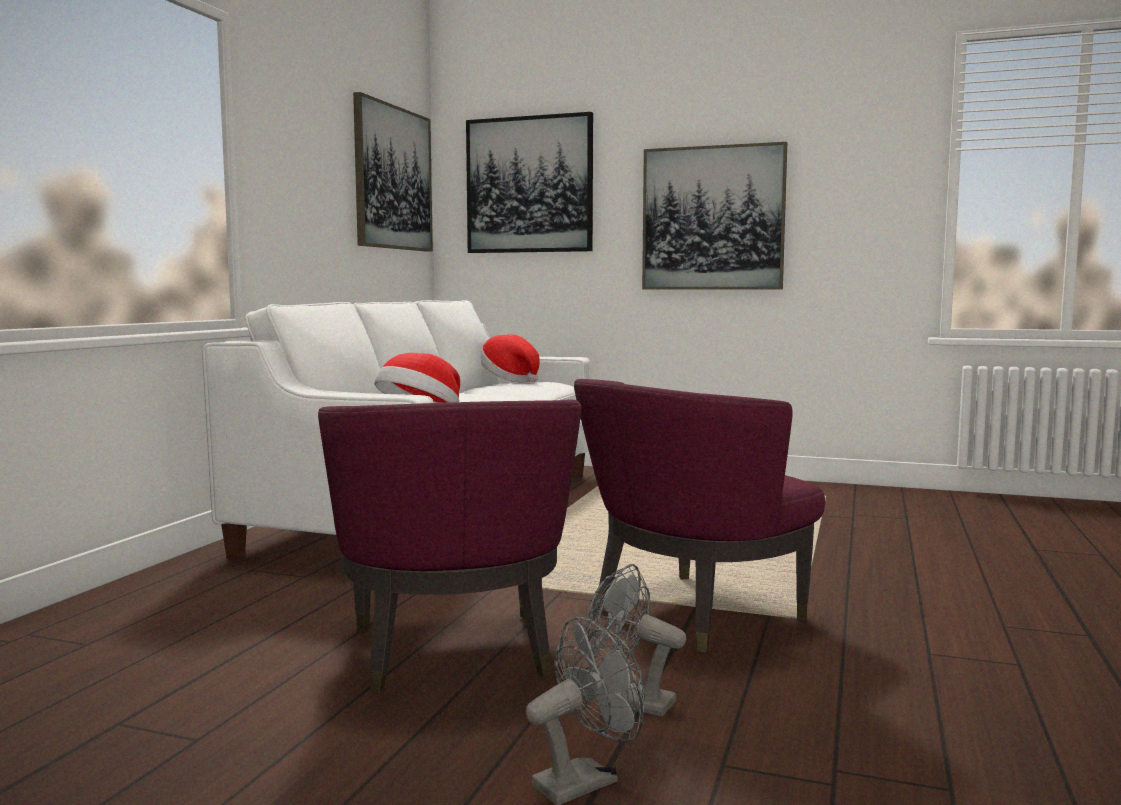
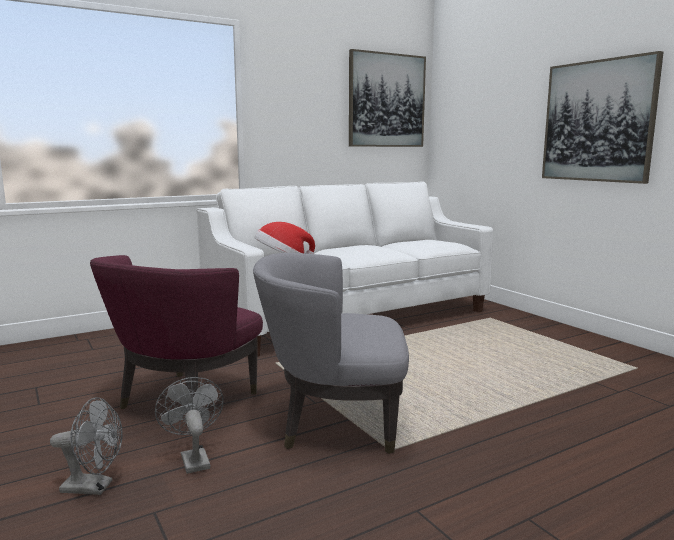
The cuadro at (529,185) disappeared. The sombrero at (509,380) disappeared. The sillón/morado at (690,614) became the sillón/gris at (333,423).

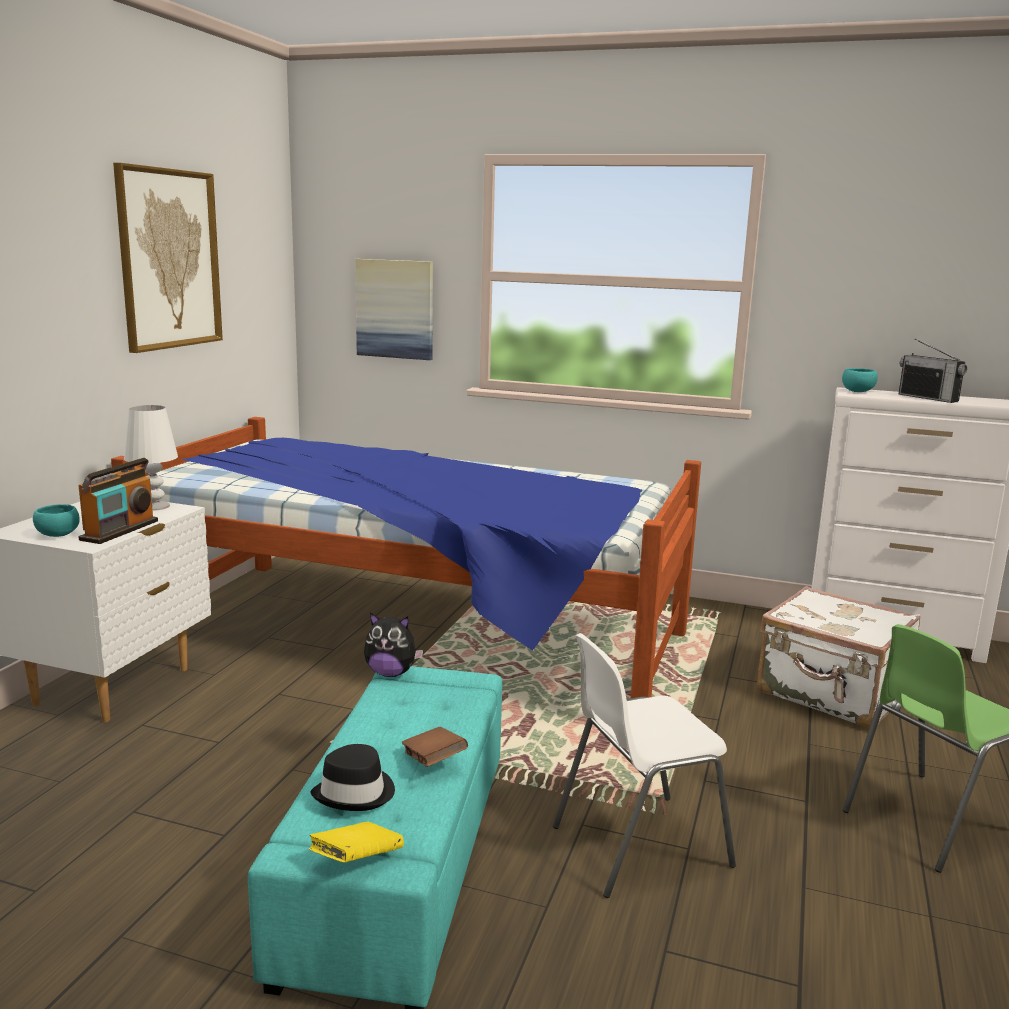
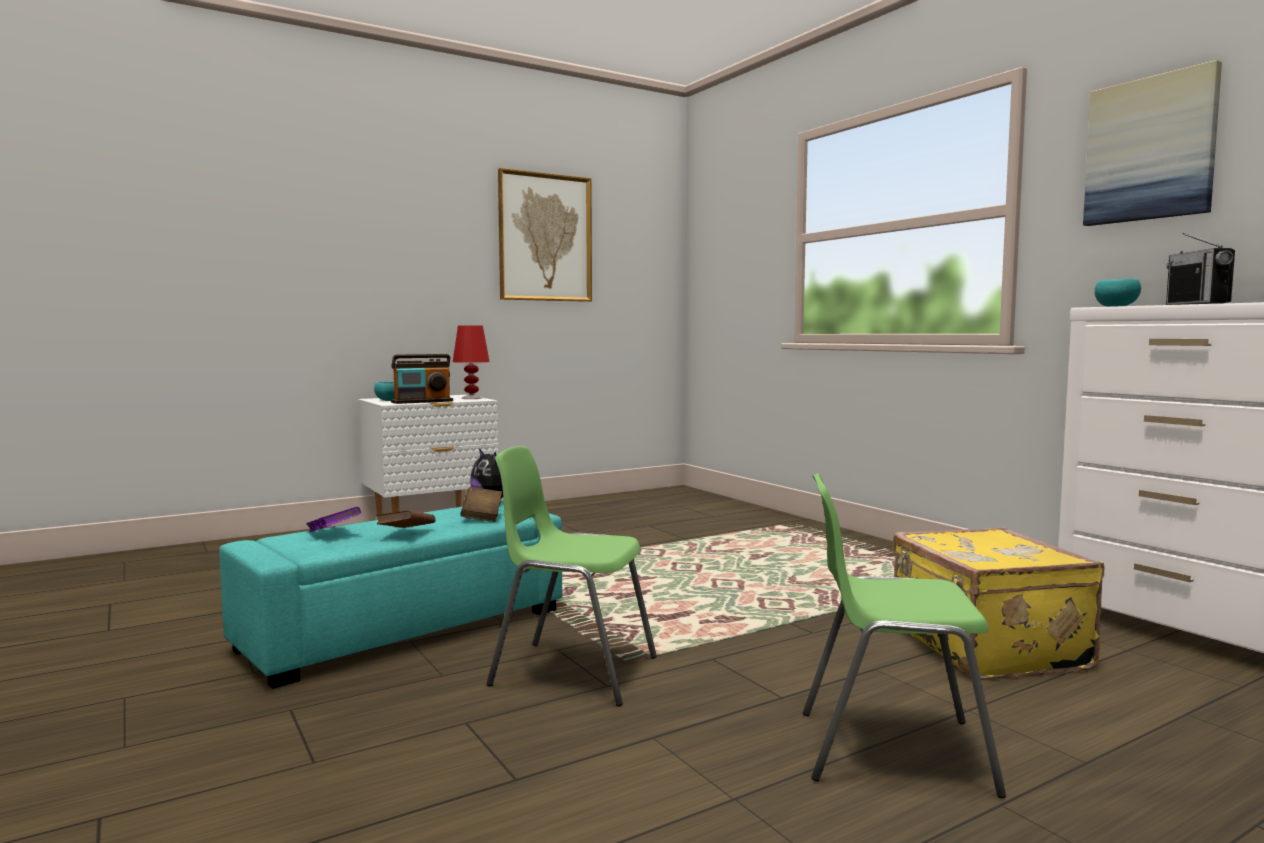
The cama at (414,638) disappeared. The libro/amarillo at (356,860) disappeared. The libro/marrón at (482,517) appeared. The cuadro moved from (395,309) to (1150,149). The sombrero/negro at (355,793) was replaced by the libro/morado at (333,533). The lámpara de mesa/blanco at (155,506) became the lámpara de mesa/rojo at (472,398). The silla/blanco at (638,845) became the silla/verde at (572,671). The maleta/blanco at (831,694) became the maleta/amarillo at (985,648).

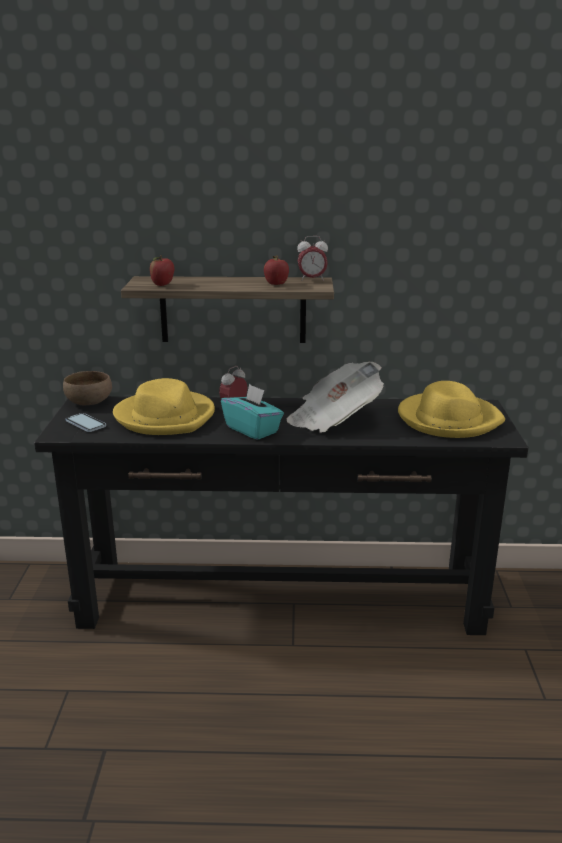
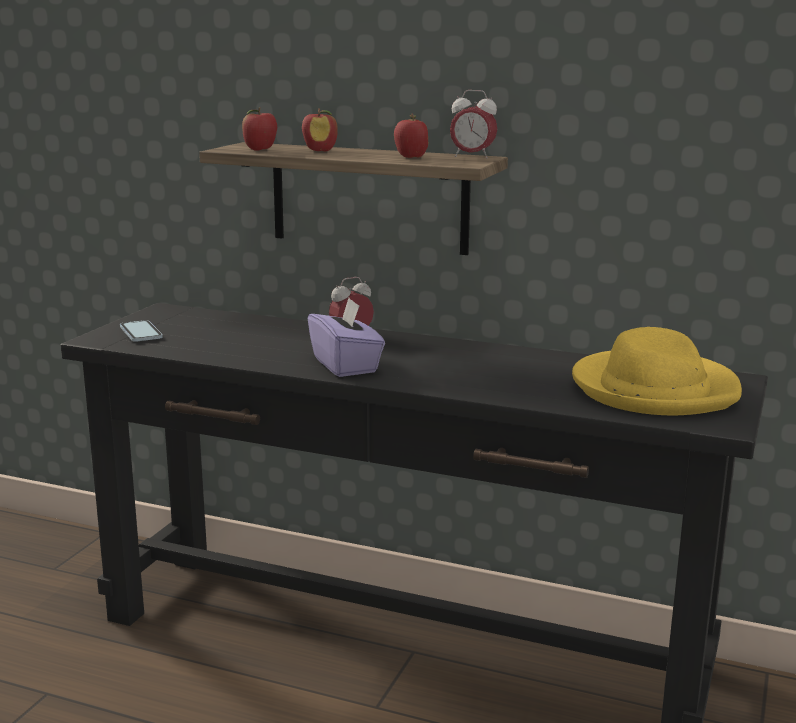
The cuenco/marrón at (89,402) disappeared. The sombrero/amarillo at (165,417) disappeared. The periódico at (333,420) disappeared. The manzana at (320,151) appeared. The caja de pañuelos/turquesa at (252,429) became the caja de pañuelos/morado at (346,365).

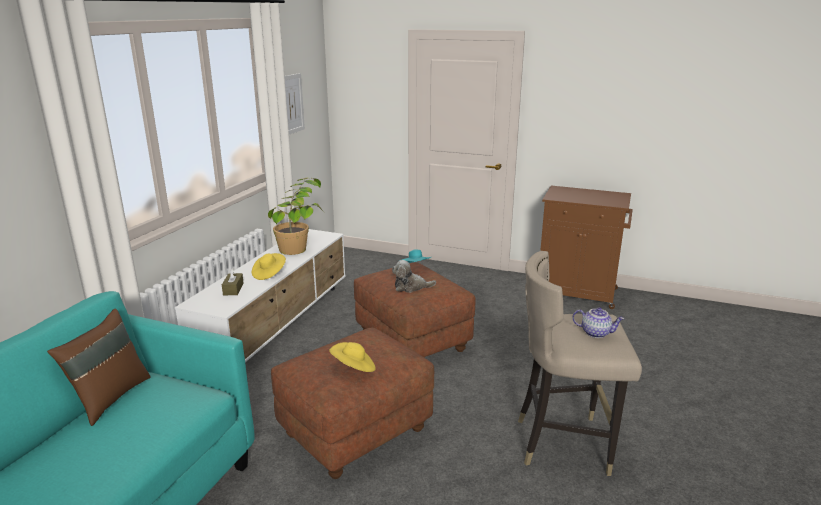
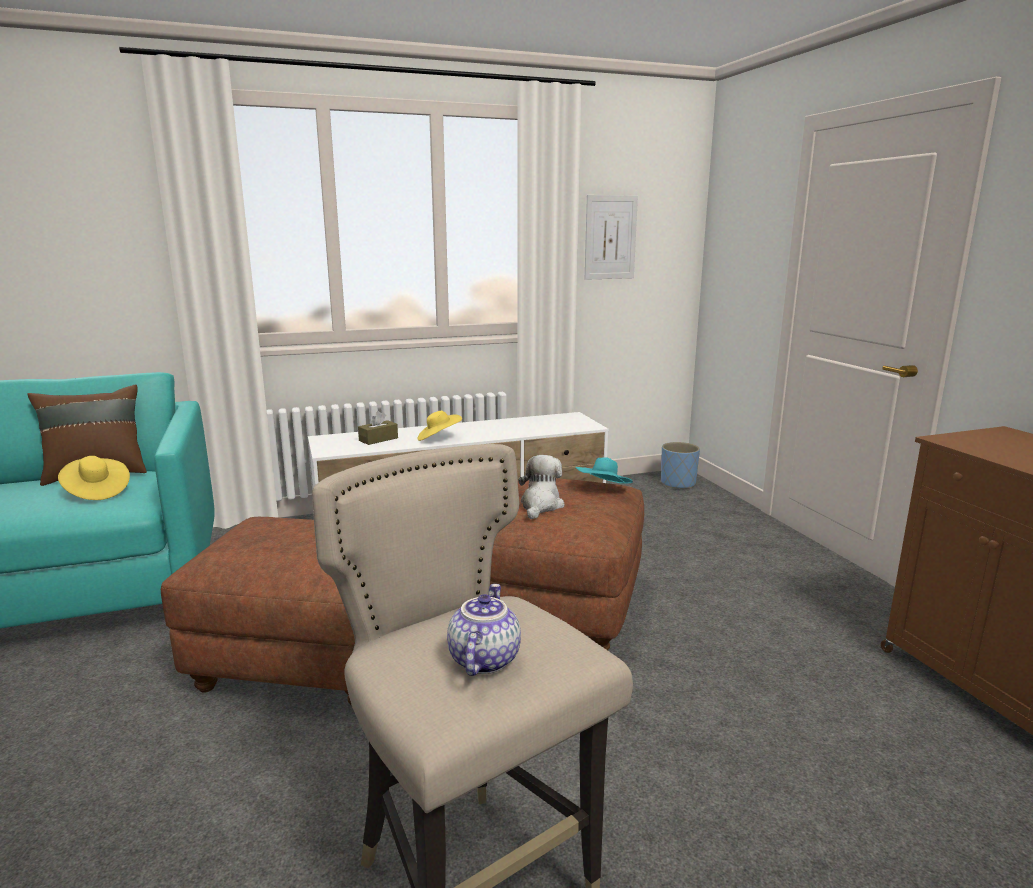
The planta en maceta at (301,245) disappeared. The maceta/azul at (678,483) appeared. The sombrero/amarillo moved from (354,368) to (96,492). The peluche at (411,287) turned 60 degrees clockwise. The tetera at (596,333) turned 150 degrees counterclockwise.

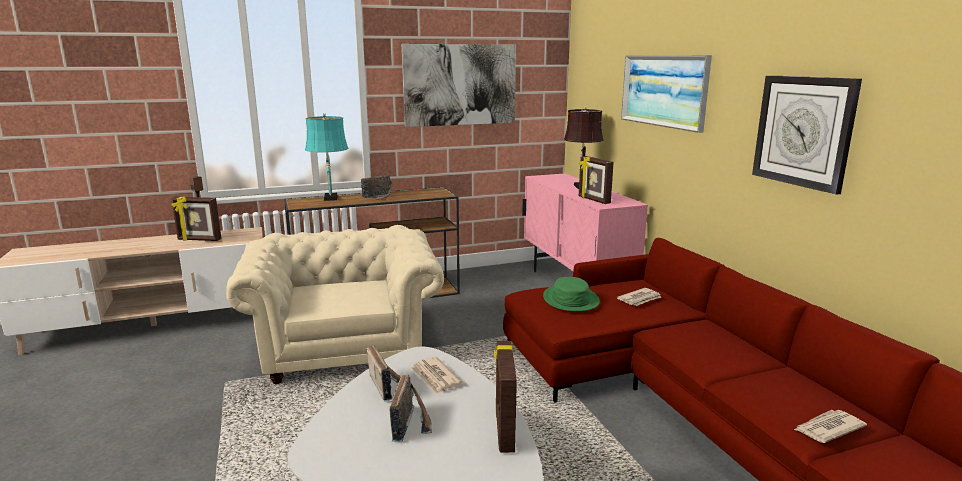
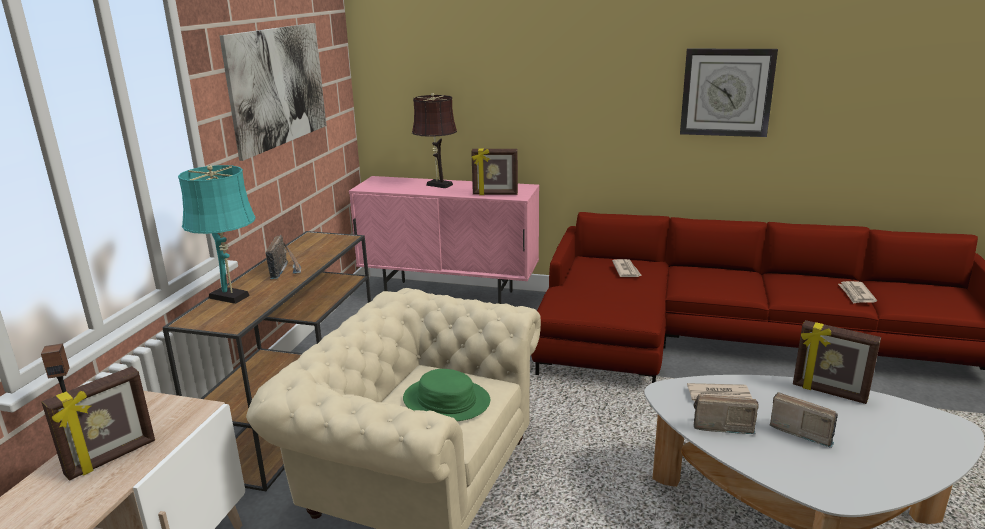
The cuadro at (663,90) disappeared. The sombrero/verde moved from (570,299) to (446,401).

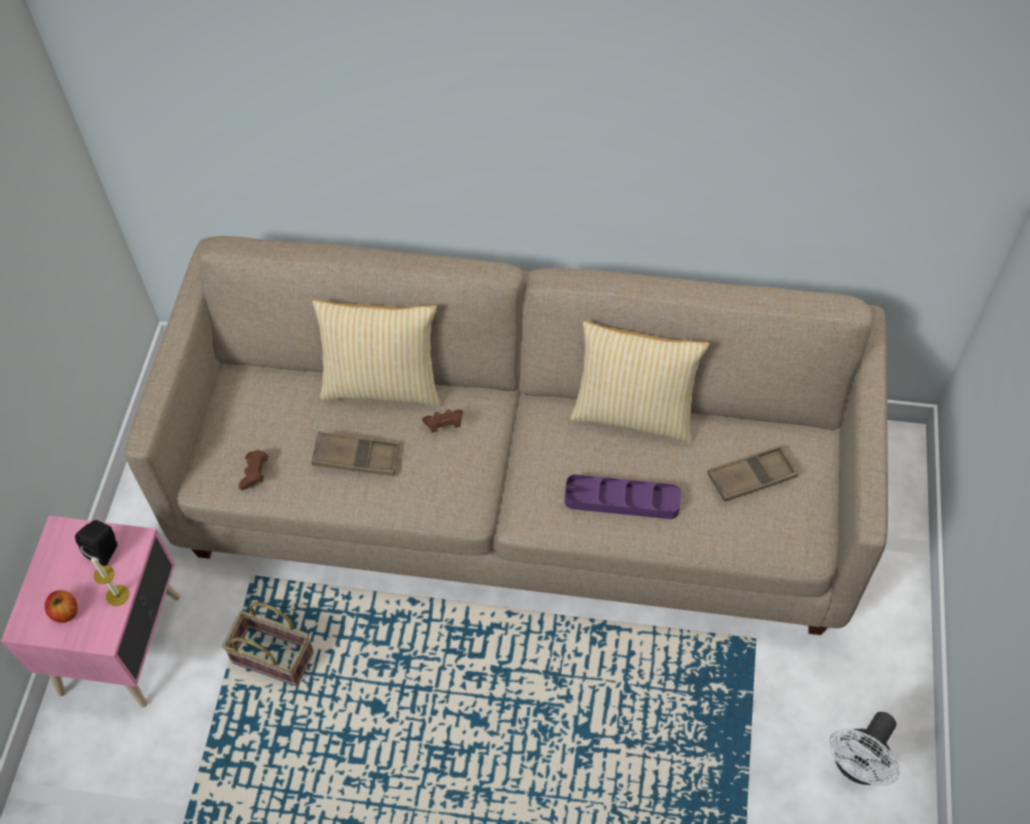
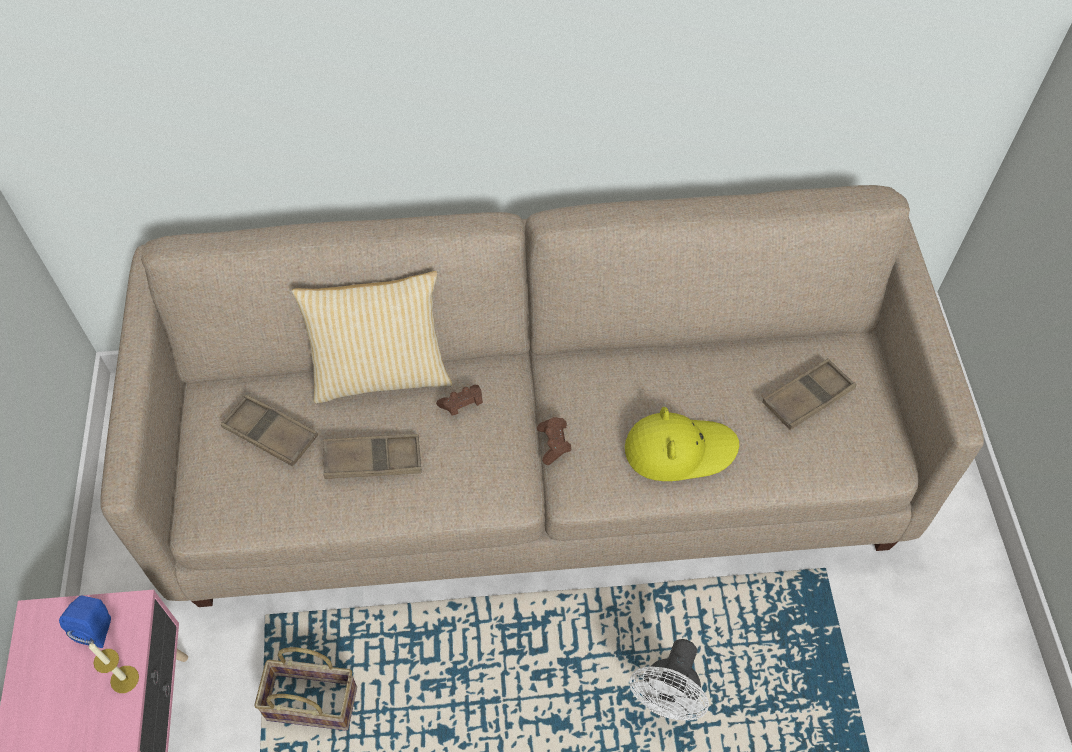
The manzana at (65,612) disappeared. The cojín at (634,413) disappeared. The bandeja/marrón at (270,434) appeared. The mando de consola/marrón moved from (255,473) to (554,444). The ventilador/blanco moved from (857,766) to (667,700). The bandeja/morado at (622,500) was replaced by the sombrero/amarillo at (679,449). The altavoz/negro at (106,551) became the altavoz/azul at (98,628).

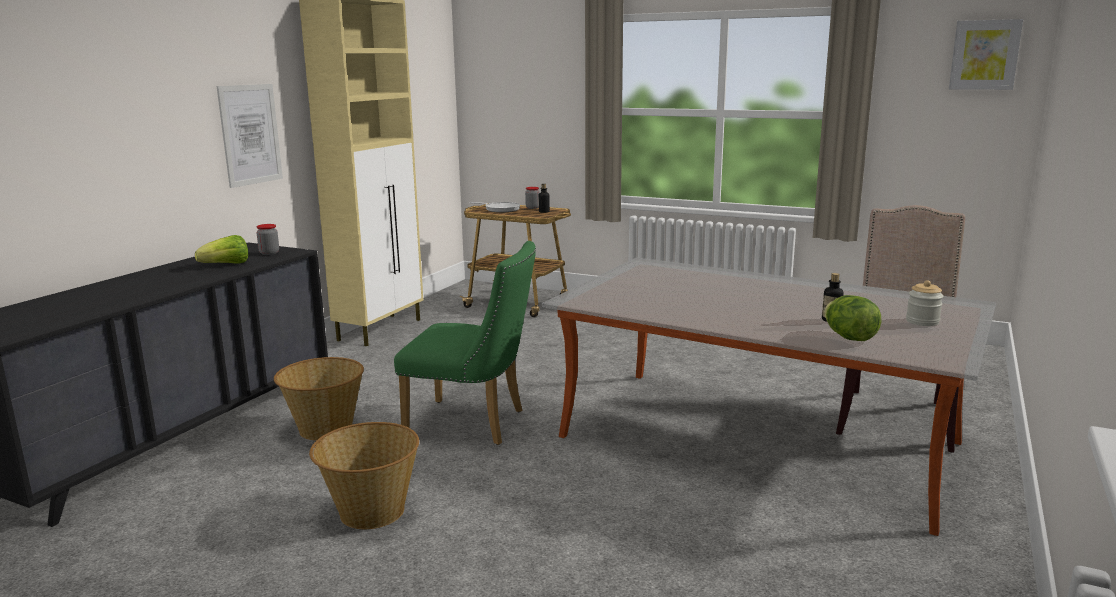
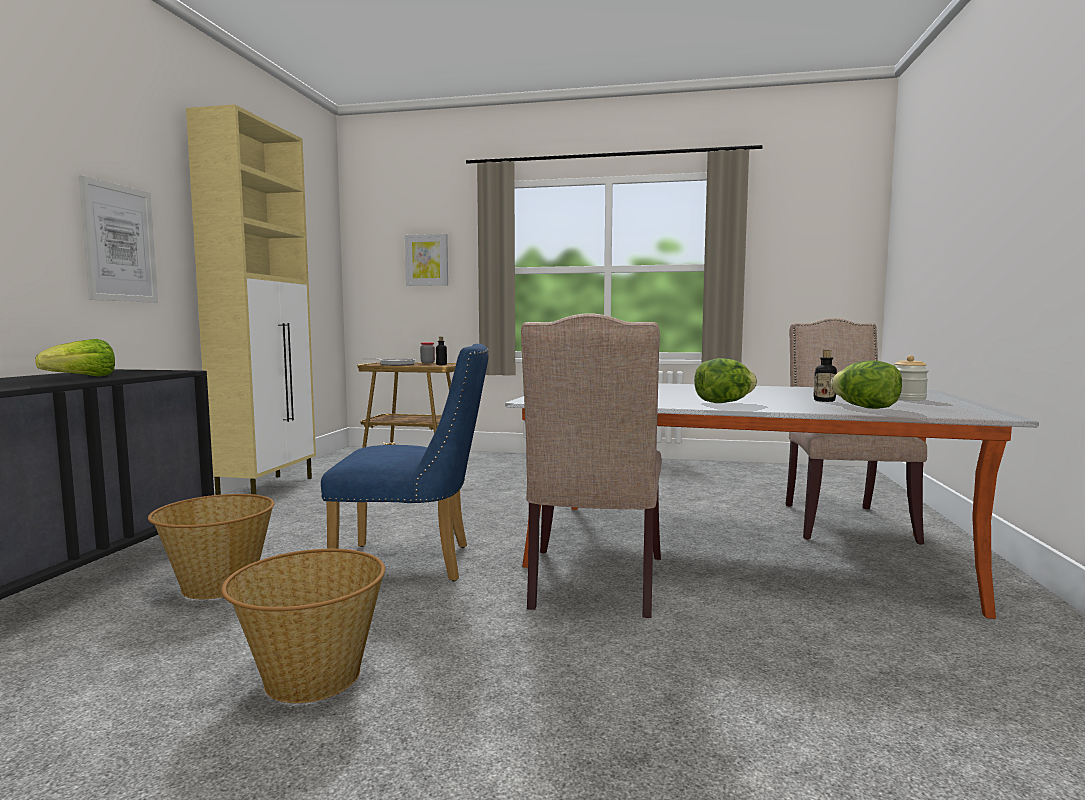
The tarro at (269,253) disappeared. The silla/beis at (594,584) appeared. The lechuga at (723,403) appeared. The cuadro moved from (984,55) to (427,260). The silla/verde at (474,424) became the silla/azul at (415,564).

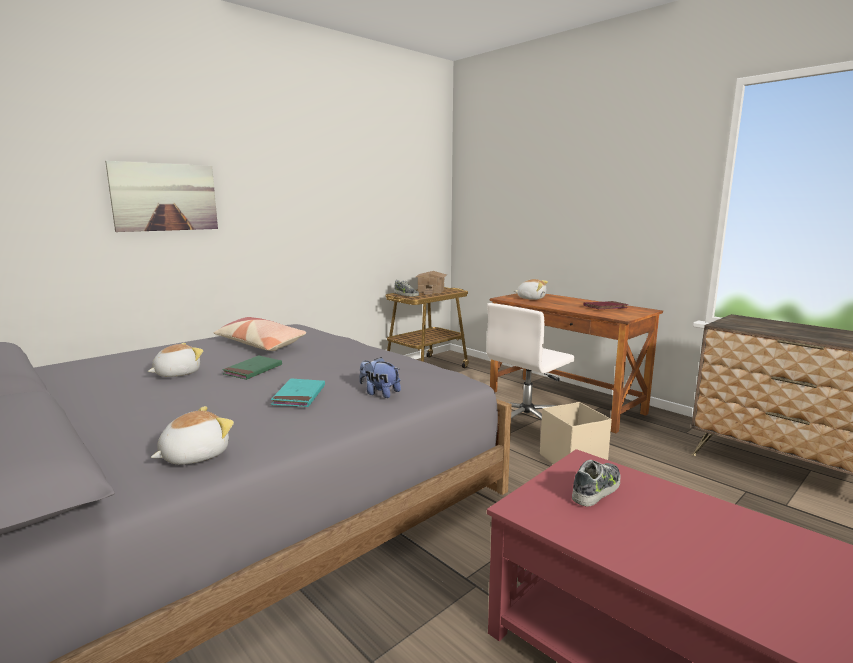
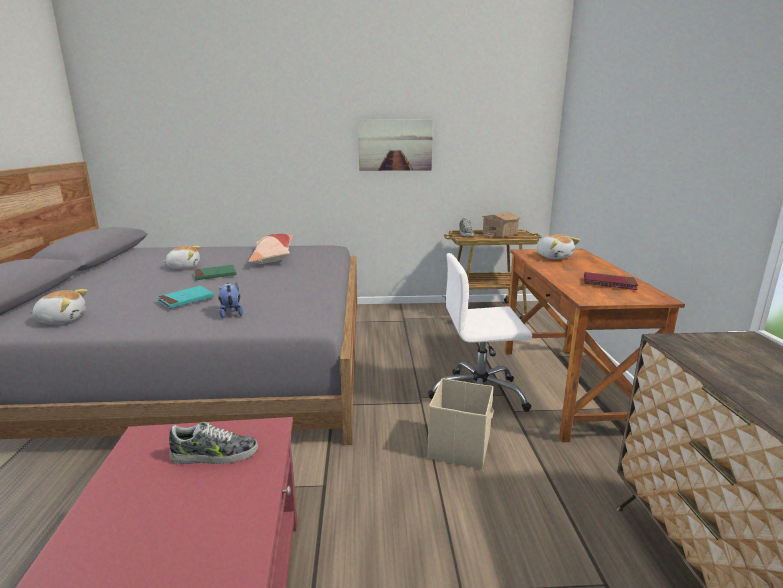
The cuadro moved from (165,197) to (395,145).

